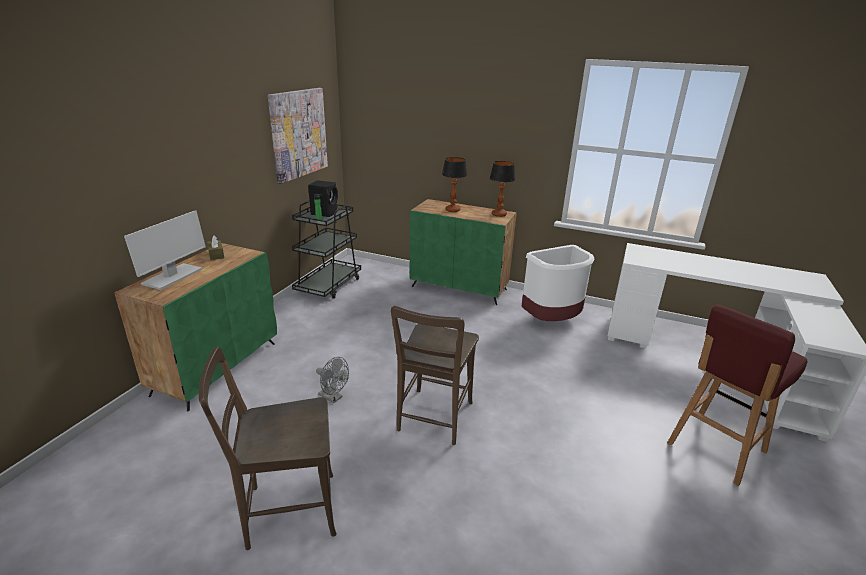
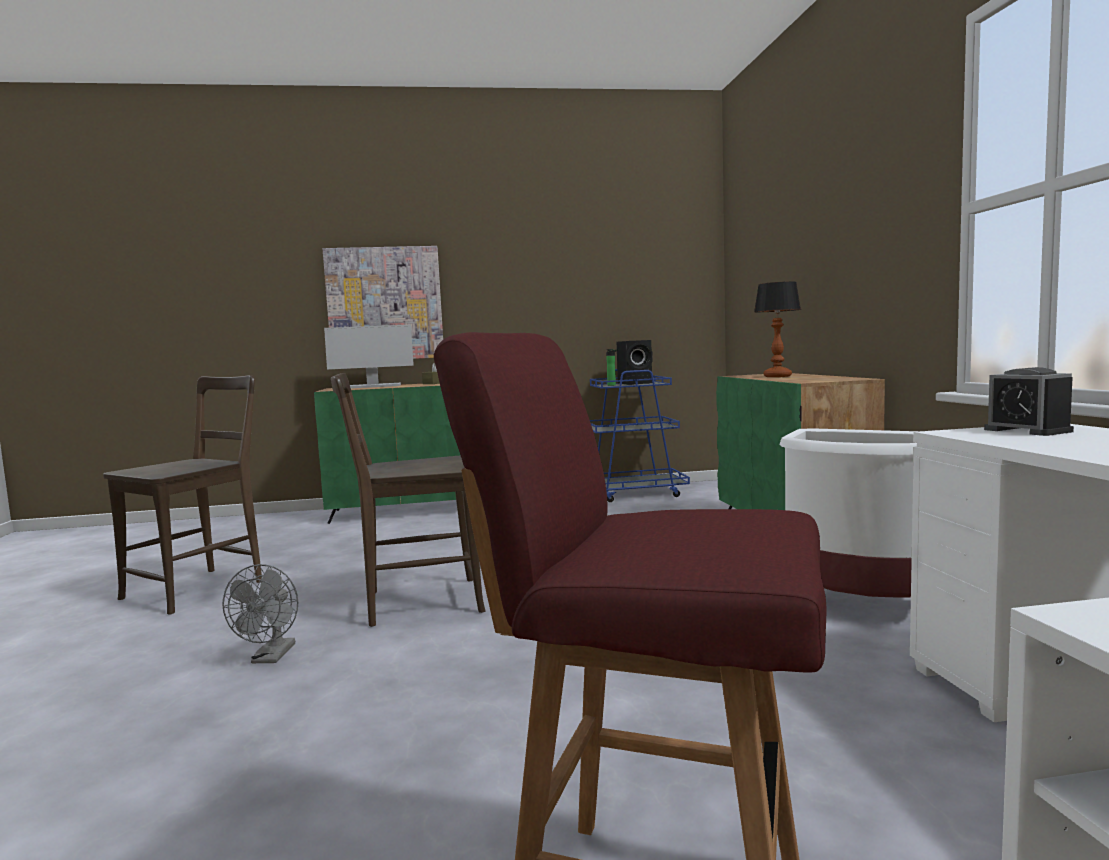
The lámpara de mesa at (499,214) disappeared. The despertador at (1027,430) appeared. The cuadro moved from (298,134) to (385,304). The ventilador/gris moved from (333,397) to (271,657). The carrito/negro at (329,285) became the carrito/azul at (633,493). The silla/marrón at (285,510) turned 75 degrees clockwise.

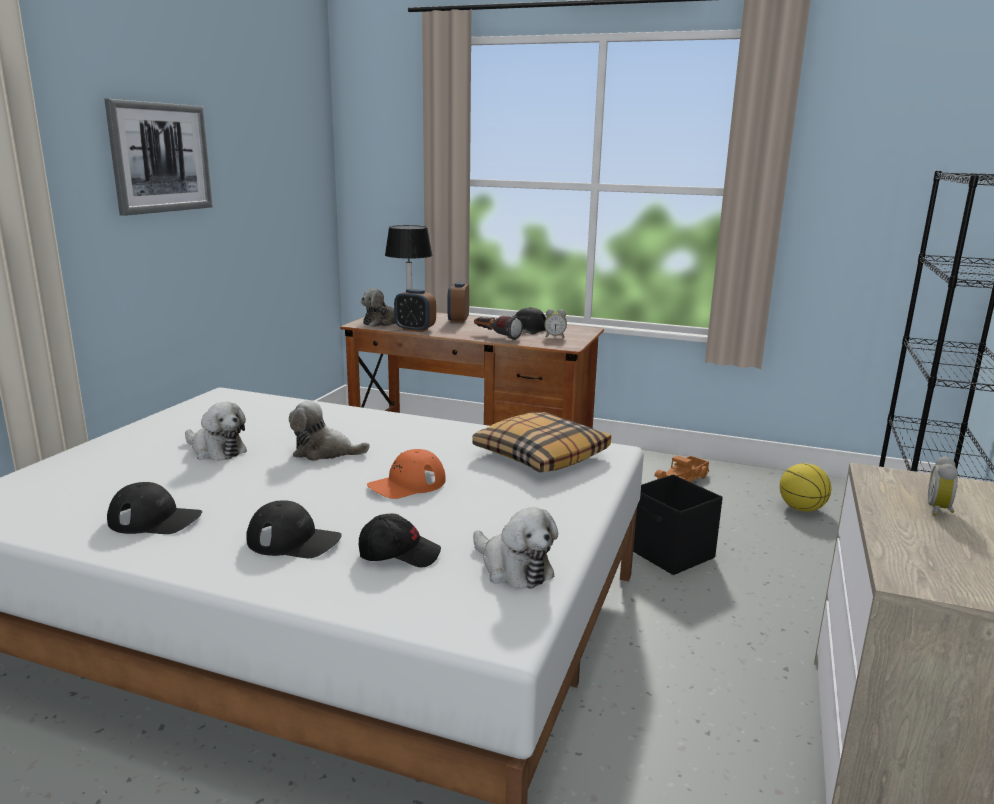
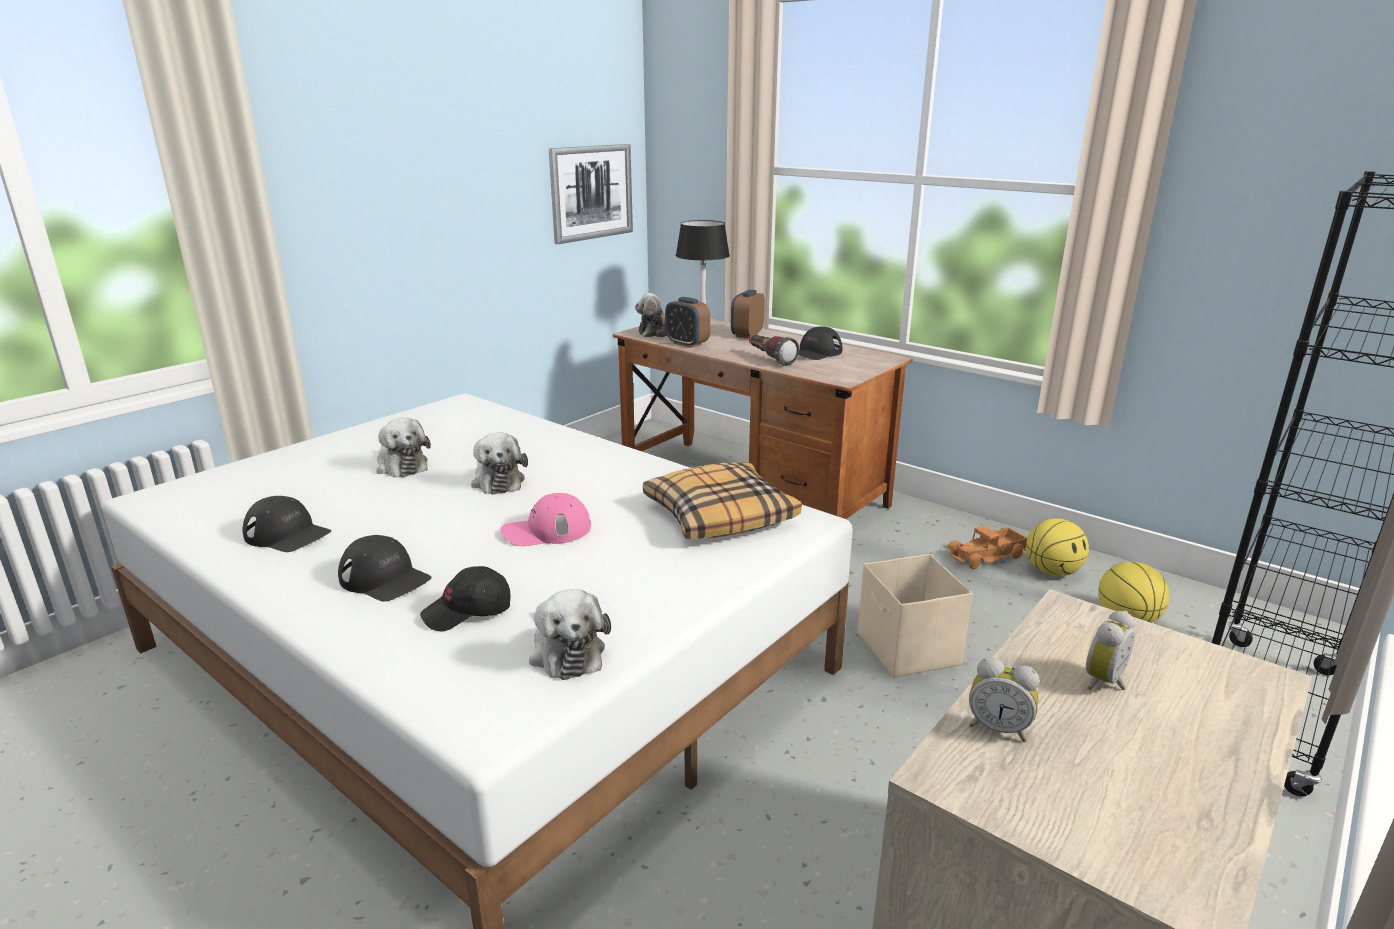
The balón de baloncesto at (1052,572) appeared. The cuadro moved from (161,158) to (591,192). The despertador moved from (555,337) to (998,728). The gorra/naranja at (407,484) became the gorra/rosa at (546,530). The caja de almacenaje/negro at (670,554) became the caja de almacenaje/beis at (908,650). The peluche at (324,452) turned 135 degrees counterclockwise. The gorra/negro at (399,554) turned 135 degrees clockwise.

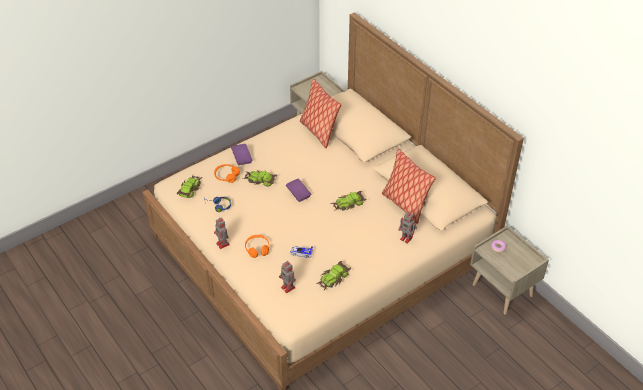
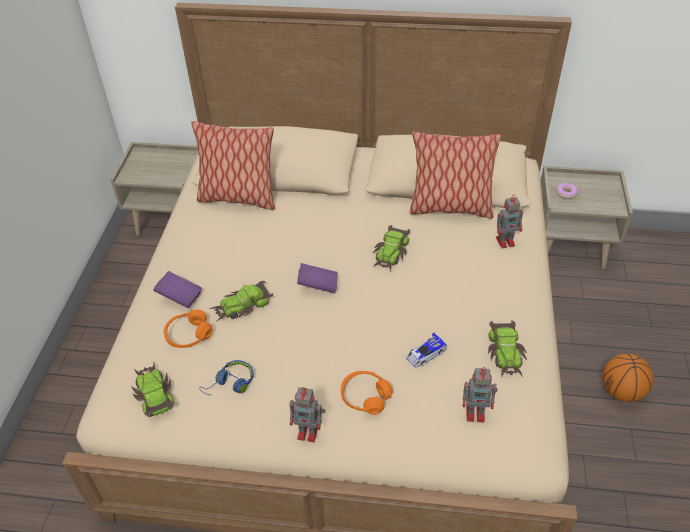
The balón de baloncesto at (621,391) appeared.

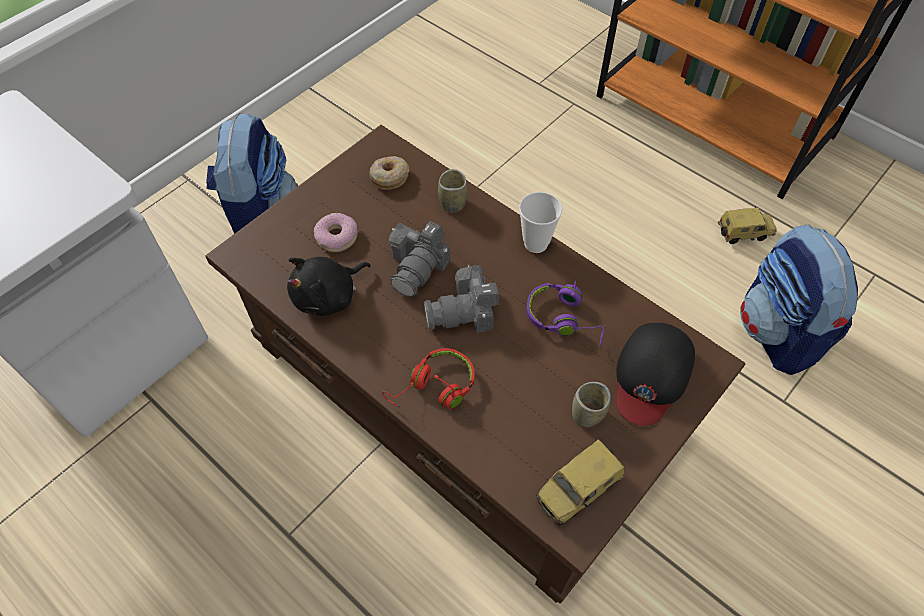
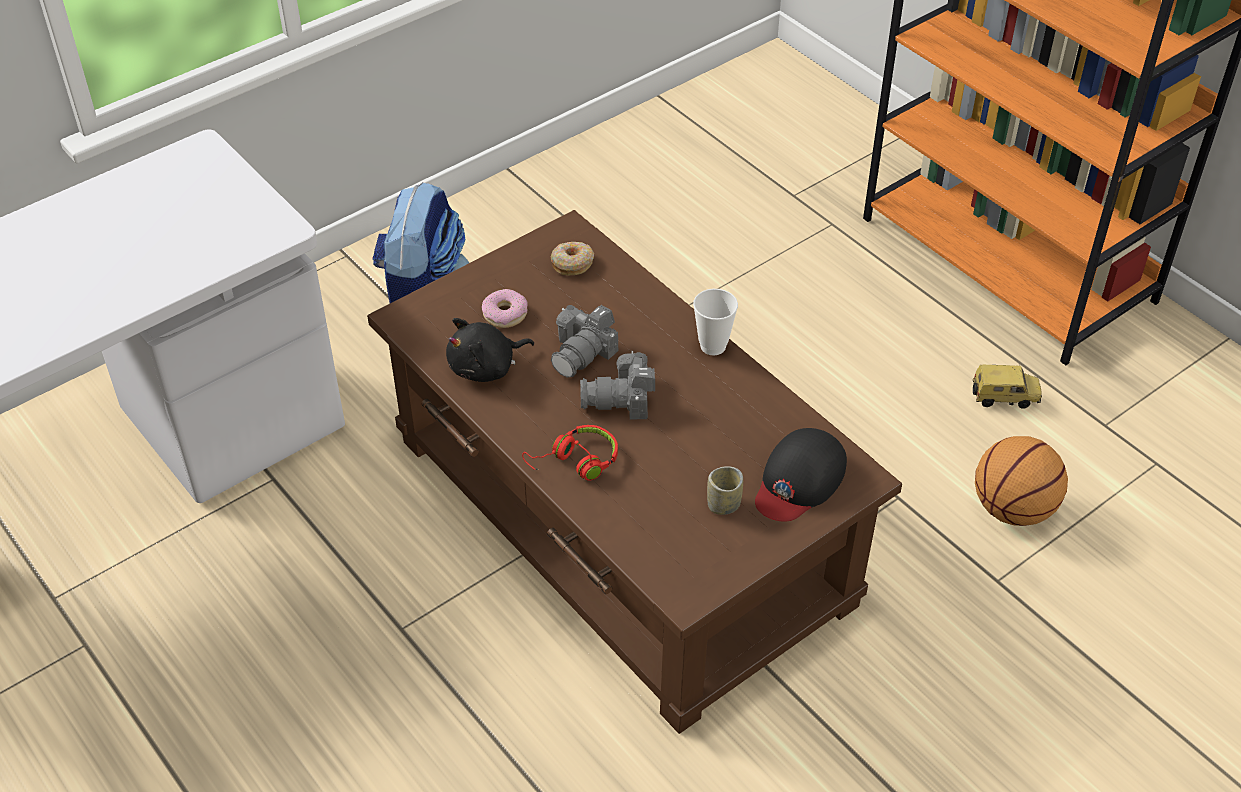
The taza at (453,203) disappeared. The auriculares/morado at (564,319) disappeared. The coche de juguete at (578,491) disappeared. The mochila at (778,333) was replaced by the balón de baloncesto at (1013,510).

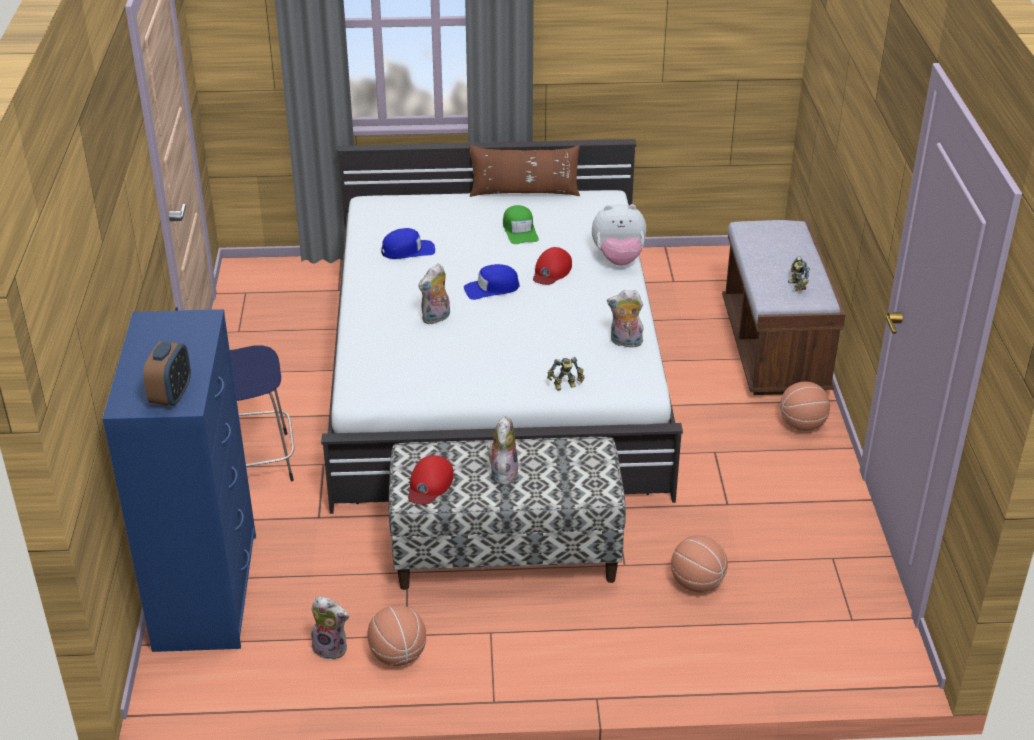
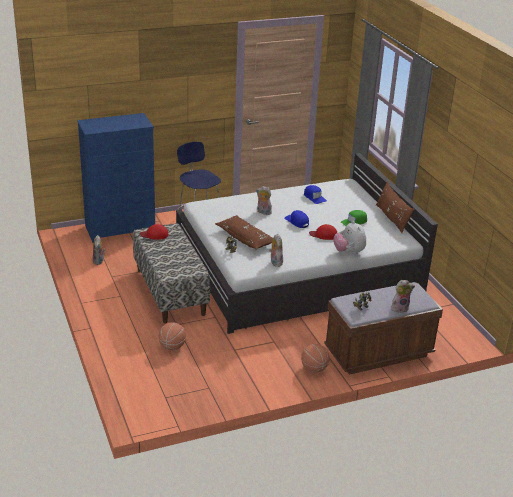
The despertador at (171,395) disappeared. The balón de baloncesto at (398,655) disappeared. The cojín/marrón at (245,238) appeared. The peluche moved from (502,472) to (400,308).

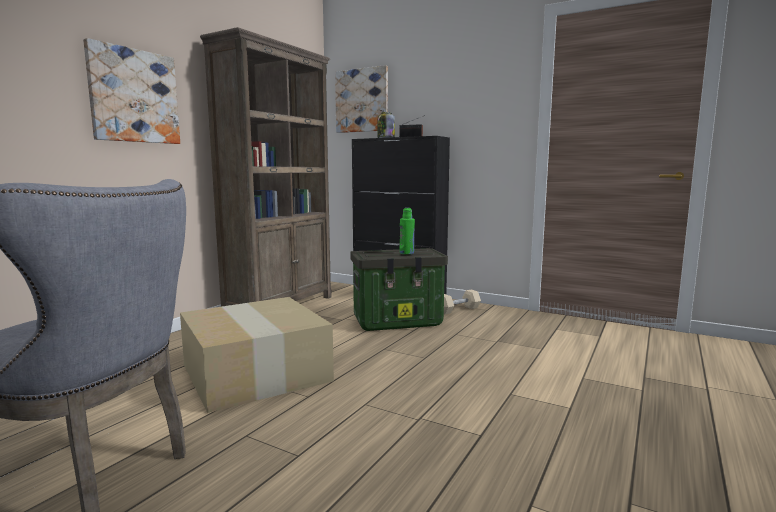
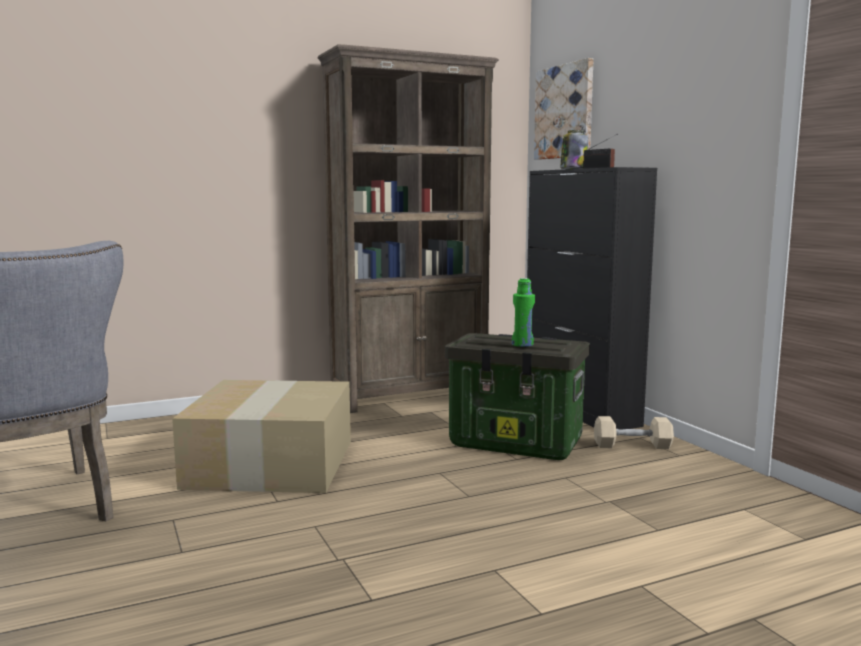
The cuadro at (134,96) disappeared.

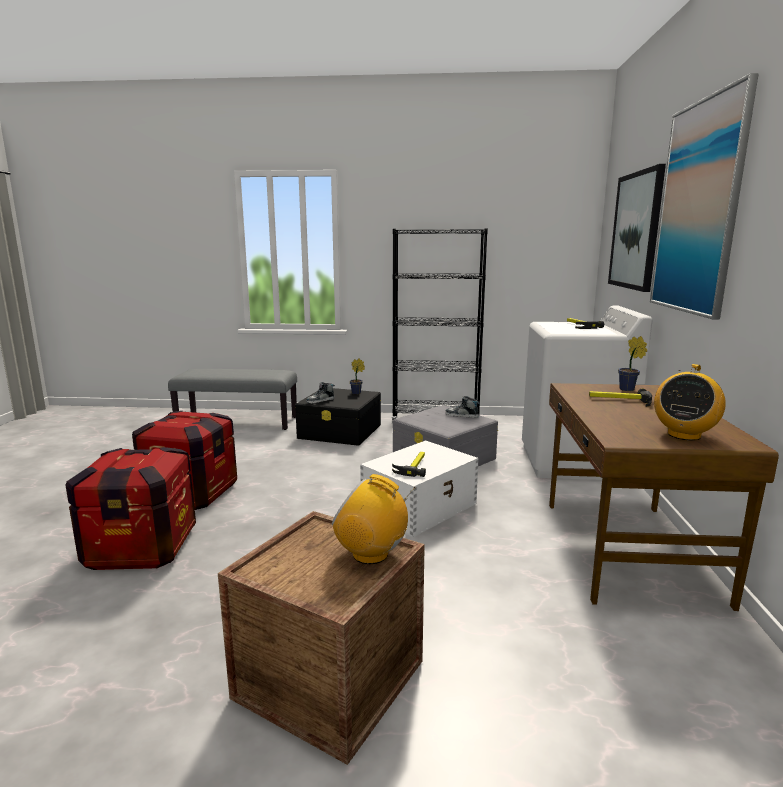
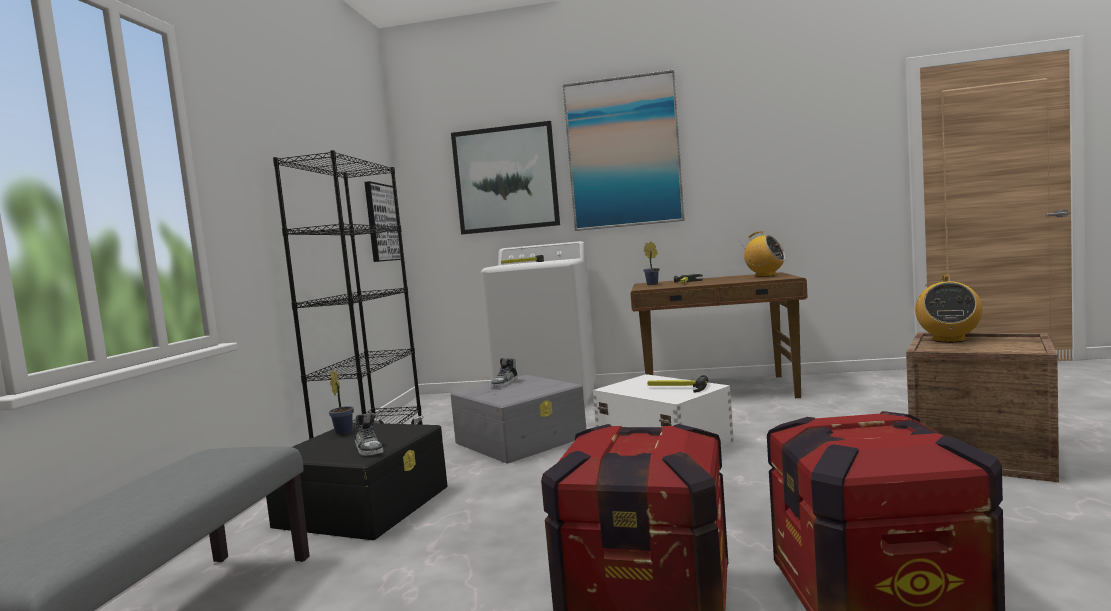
The cuadro at (382,223) appeared.

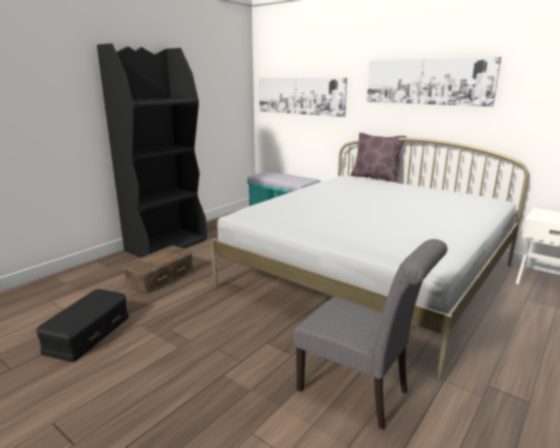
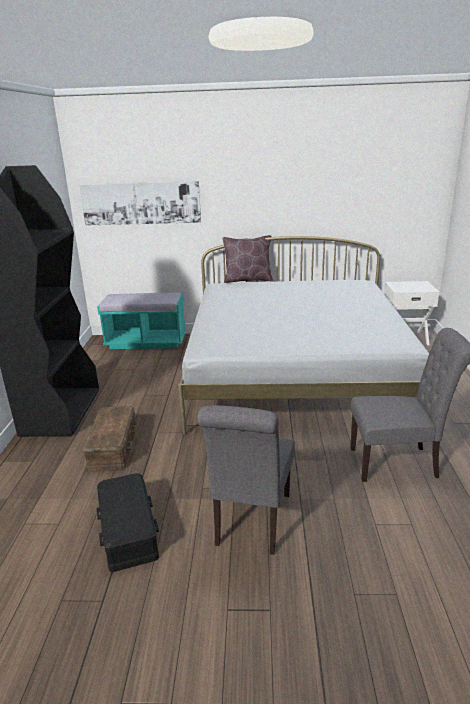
The cuadro at (427,81) disappeared. The silla/gris at (251,523) appeared.

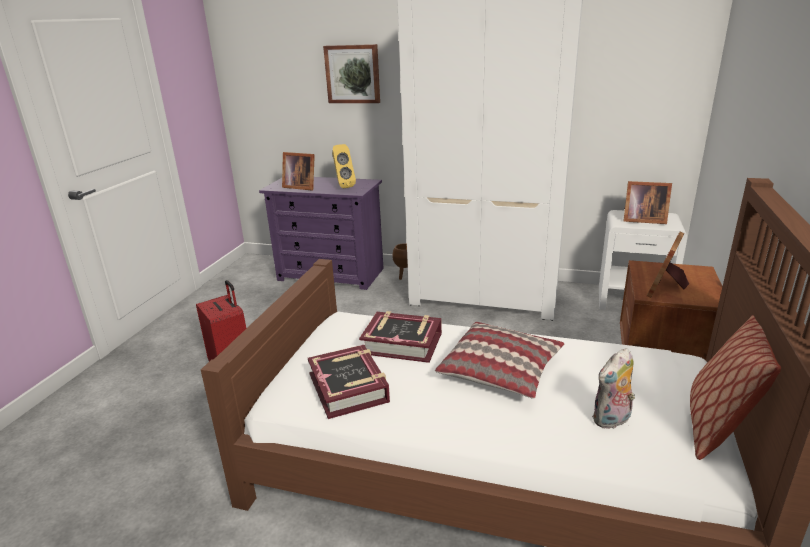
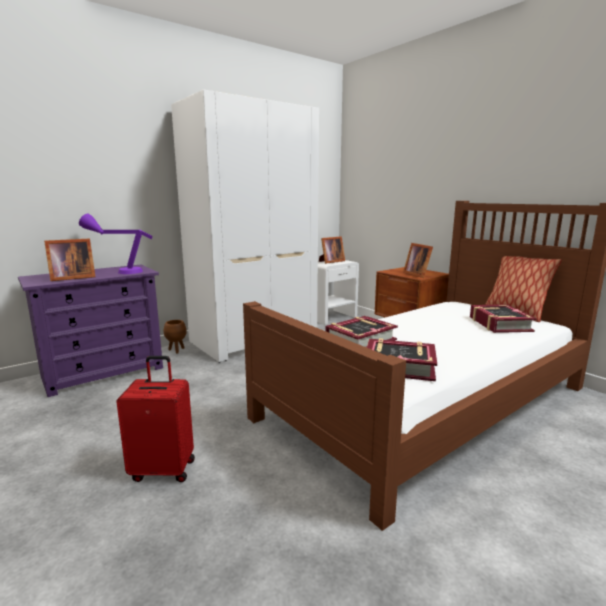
The cuadro at (353,74) disappeared. The cojín at (501,370) disappeared. The altavoz/amarillo at (343,186) was replaced by the lámpara de mesa/morado at (119,271). The peluche at (612,420) was replaced by the libro at (499,324).

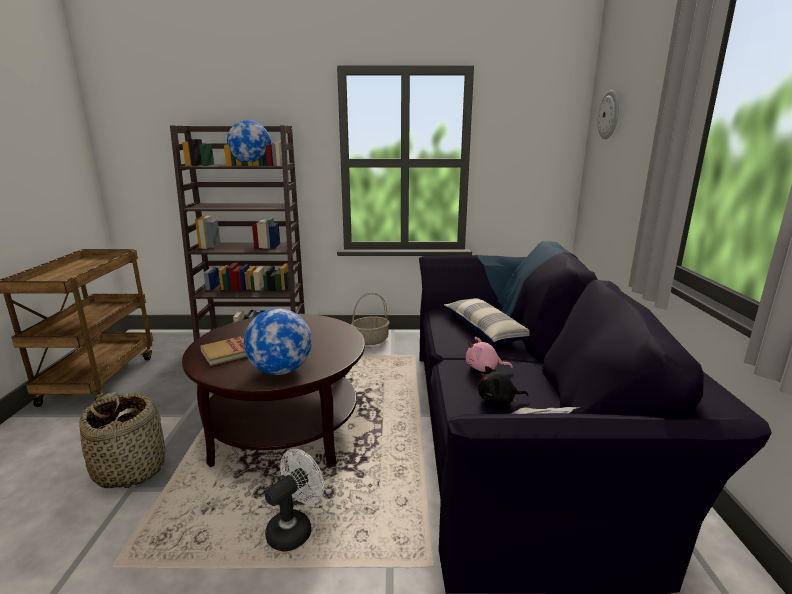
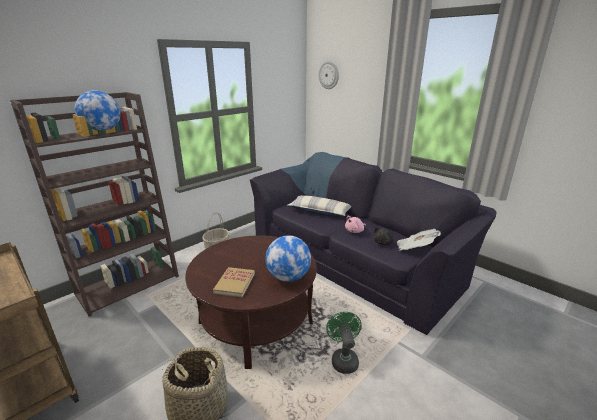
The ventilador/blanco at (295,528) became the ventilador/verde at (343,359).

